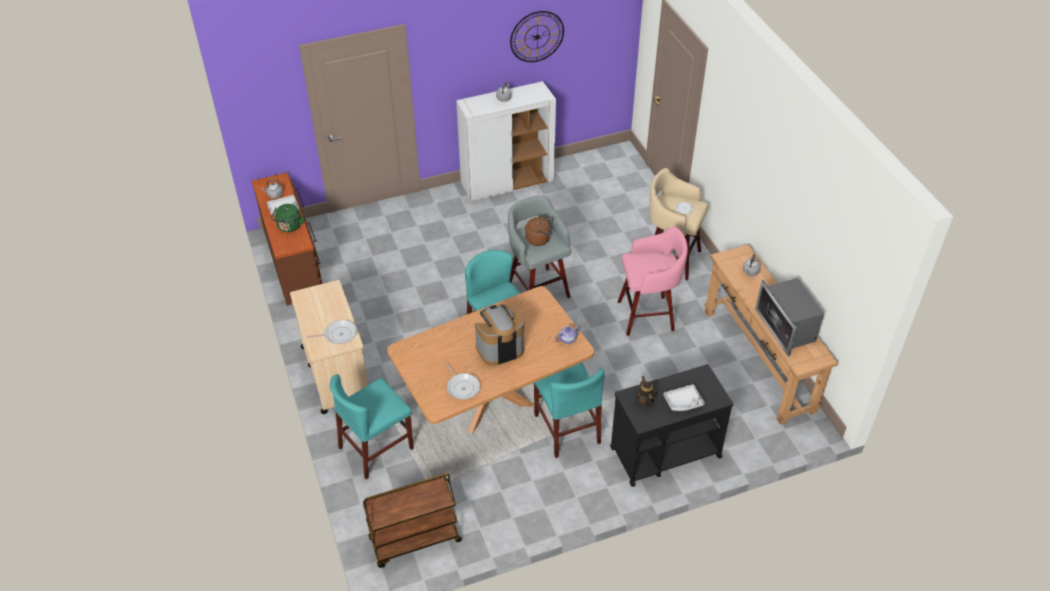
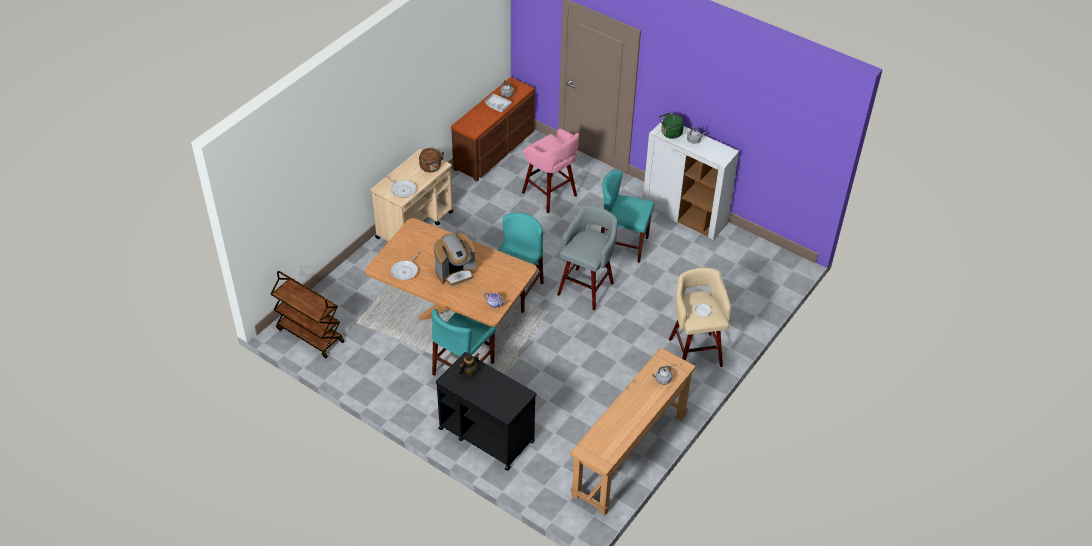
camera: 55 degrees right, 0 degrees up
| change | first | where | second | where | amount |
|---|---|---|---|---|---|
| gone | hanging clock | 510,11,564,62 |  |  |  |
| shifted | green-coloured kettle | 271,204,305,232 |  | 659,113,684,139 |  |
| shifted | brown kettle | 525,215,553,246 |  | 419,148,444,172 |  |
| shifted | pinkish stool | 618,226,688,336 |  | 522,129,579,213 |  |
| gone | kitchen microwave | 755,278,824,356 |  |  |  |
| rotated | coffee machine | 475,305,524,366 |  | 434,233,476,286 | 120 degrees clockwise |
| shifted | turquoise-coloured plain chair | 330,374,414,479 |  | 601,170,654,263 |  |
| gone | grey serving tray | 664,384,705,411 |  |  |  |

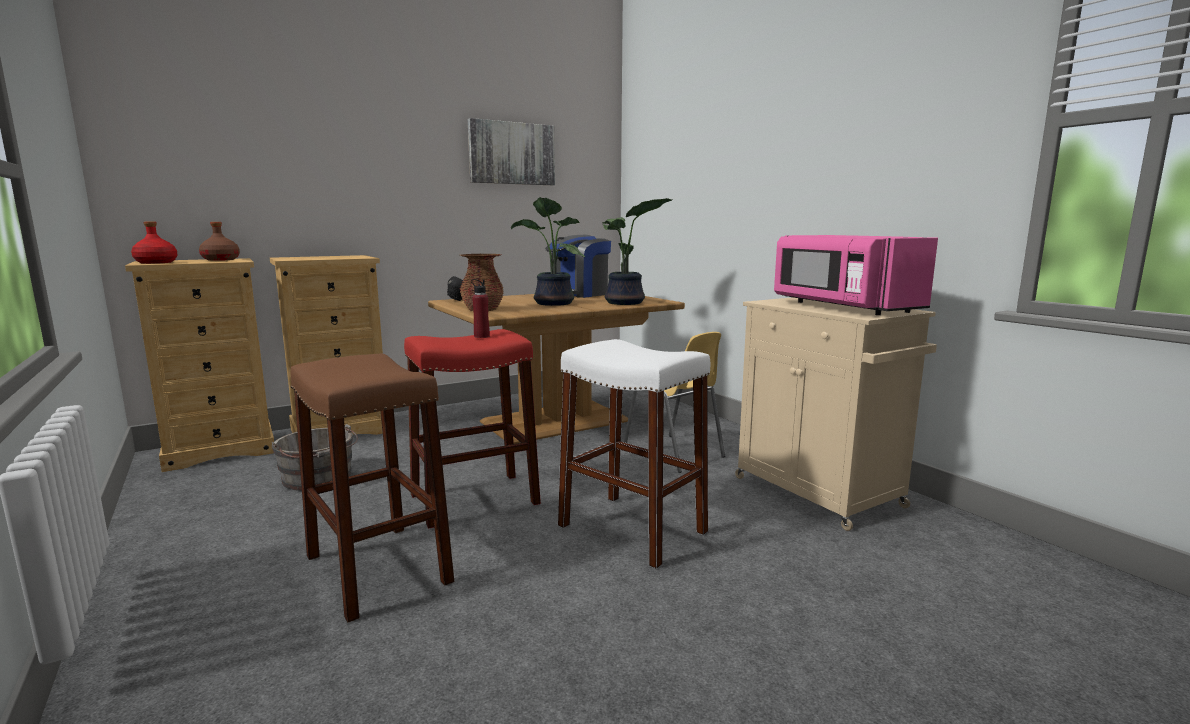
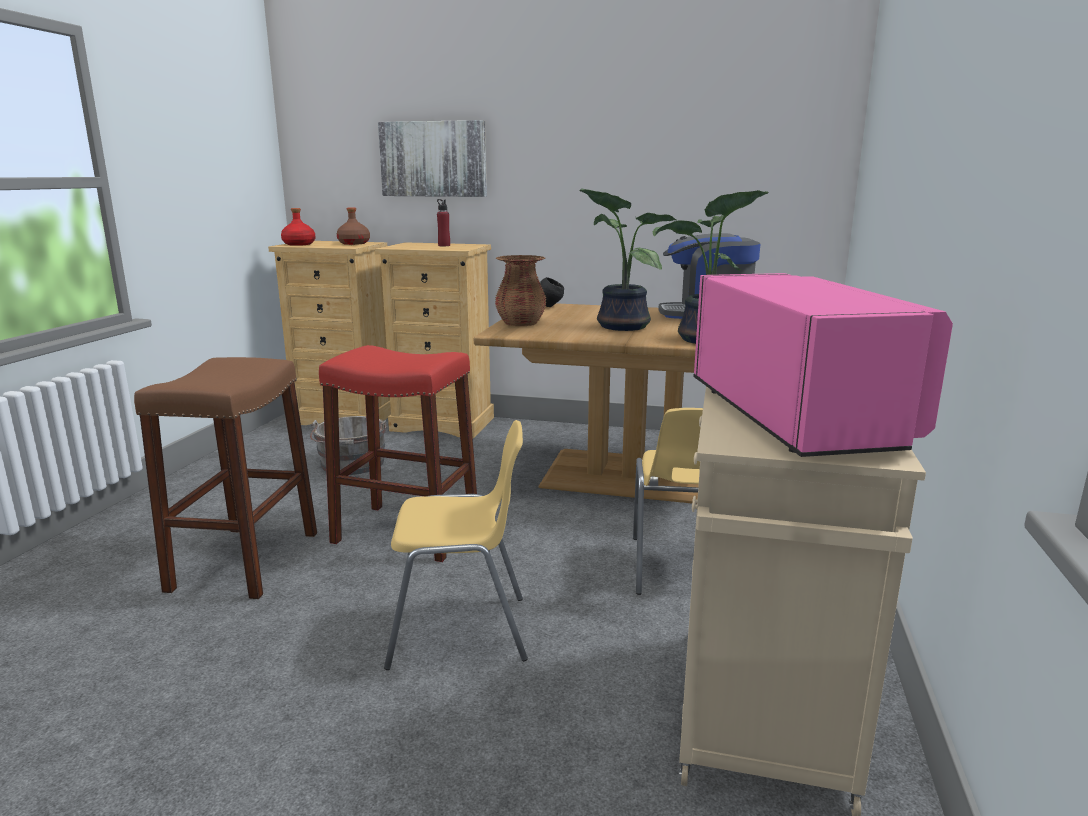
camera: 45 degrees right, 5 degrees up
| change | first | where | second | where | amount |
|---|---|---|---|---|---|
| shifted | wall picture | 468,118,555,185 |  | 378,120,487,197 |  |
| rotated | pinkish kitchen microwave | 774,235,938,315 |  | 693,273,953,457 | 150 degrees clockwise |
| shifted | red-coloured bottle | 471,279,490,338 |  | 437,199,450,246 |  |
| swapped | whitish stool | 558,339,710,569 | yellow plain chair | 384,420,528,670 |  |

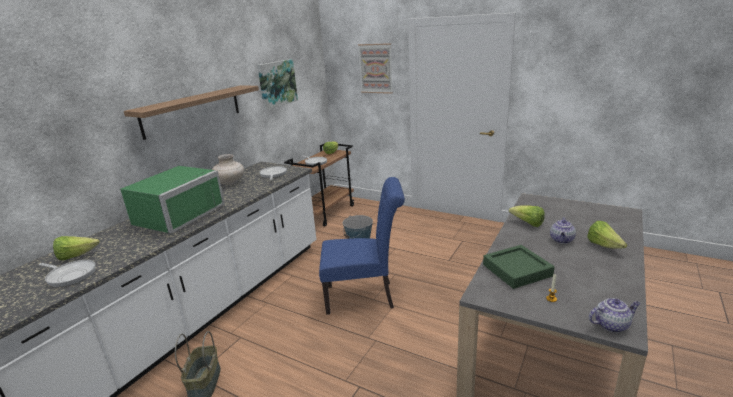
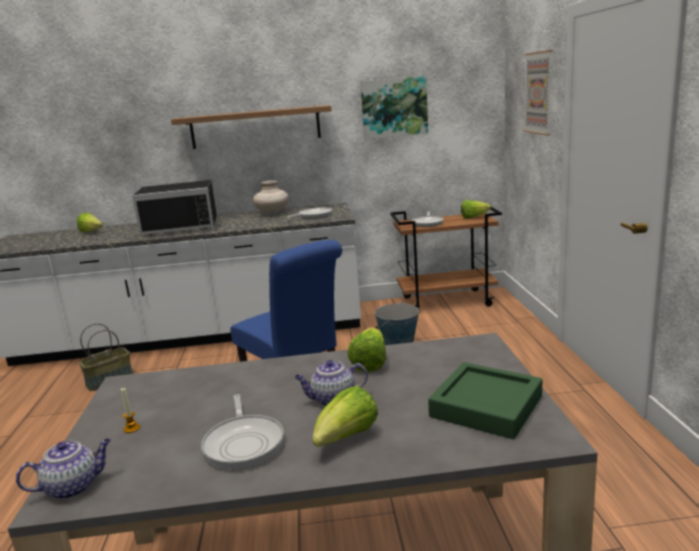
camera: 55 degrees right, 5 degrees down
| change | first | where | second | where | amount |
|---|---|---|---|---|---|
| repainted | green-coloured kitchen microwave | 120,166,225,234 | black-coloured kitchen microwave | 132,180,217,235 |  |
| shifted | green-coloured serving tray | 483,245,555,289 |  | 428,362,542,439 |  |
| shifted | skillet | 39,260,96,287 |  | 201,394,284,469 |  |
| rotated | tea pot | 589,298,640,333 |  | 16,439,111,499 | 75 degrees counterclockwise |

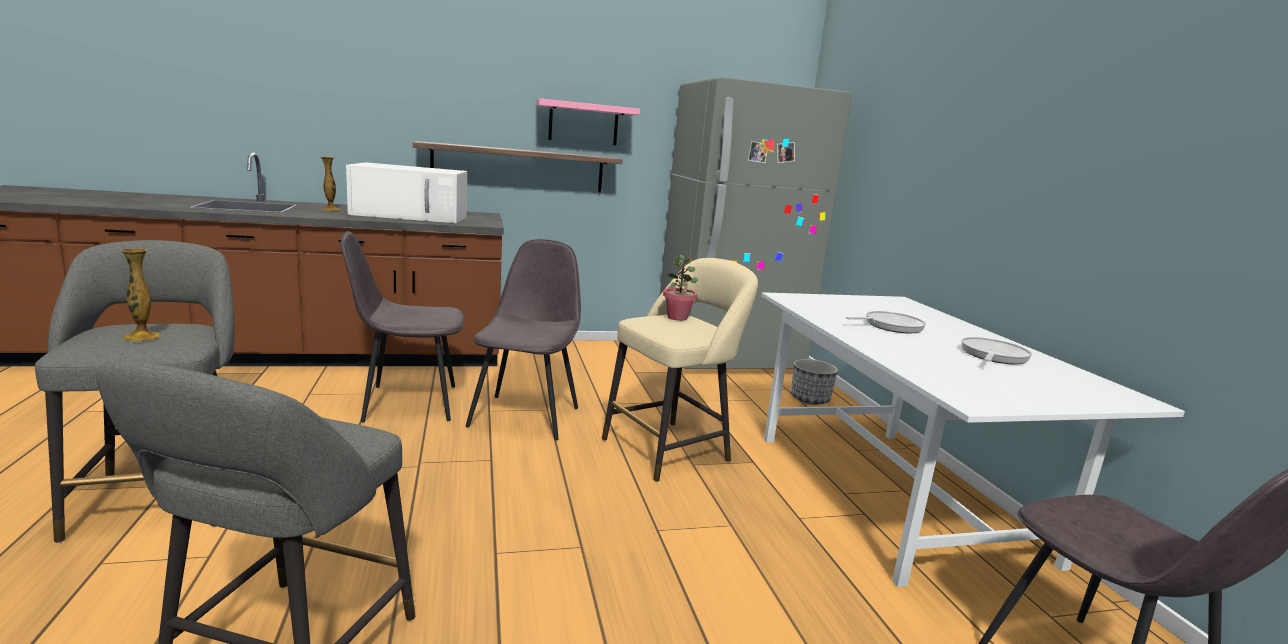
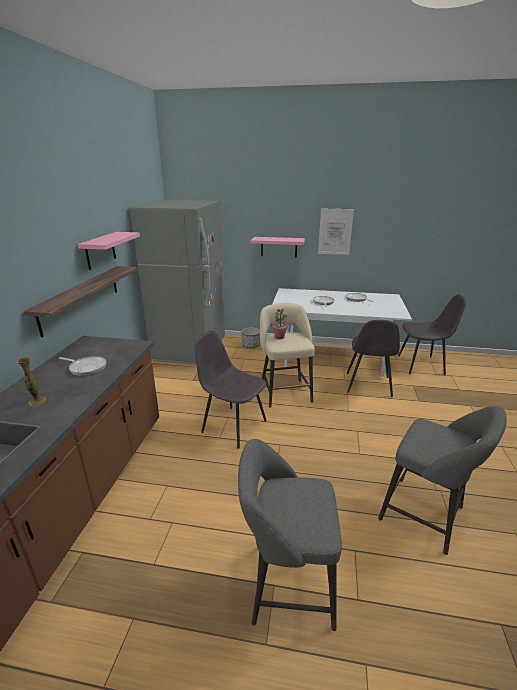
camera: 65 degrees left, 10 degrees up
| change | first | where | second | where | amount |
|---|---|---|---|---|---|
| swapped | whitish kitchen microwave | 346,162,467,223 | skillet | 59,356,106,376 |  |
| shifted | grey plain chair | 340,231,465,422 |  | 347,320,400,397 |  |
| gone | vase | 121,249,161,341 |  |  |  |
| new |  |  | wall picture | 318,209,354,255 |  |
| new |  |  | pinkish bracket shelf | 251,237,305,258 |  |

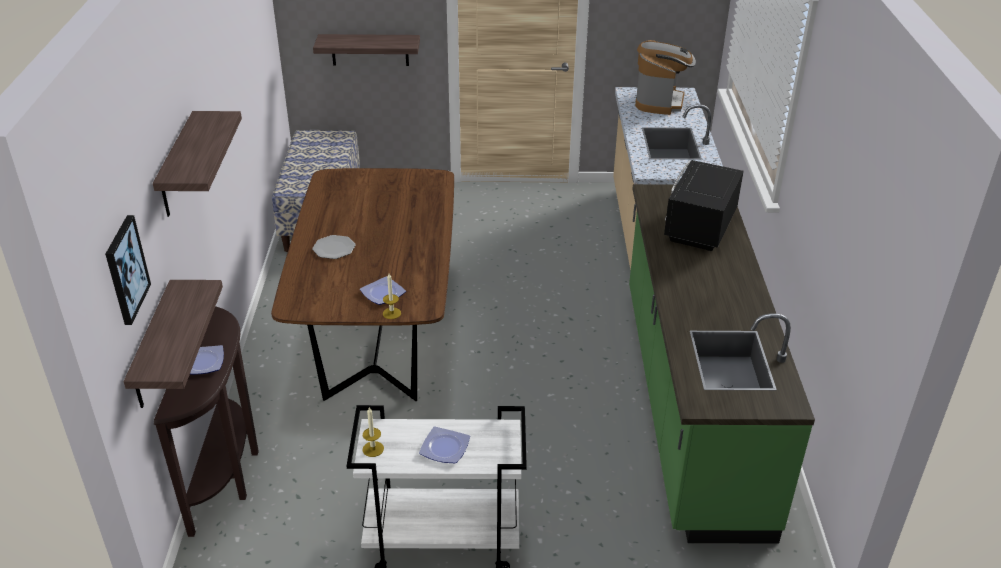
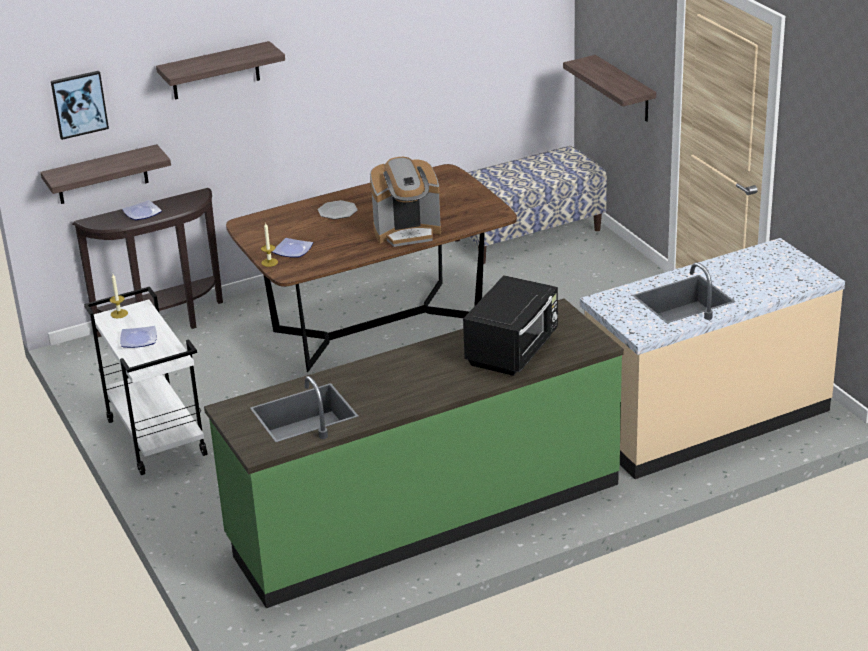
camera: 65 degrees right, 5 degrees down
| change | first | where | second | where | amount |
|---|---|---|---|---|---|
| shifted | coffee machine | 635,40,696,115 |  | 370,157,441,247 |  |
| rotated | black-coloured kitchen microwave | 664,160,744,251 |  | 463,275,558,376 | 120 degrees clockwise |

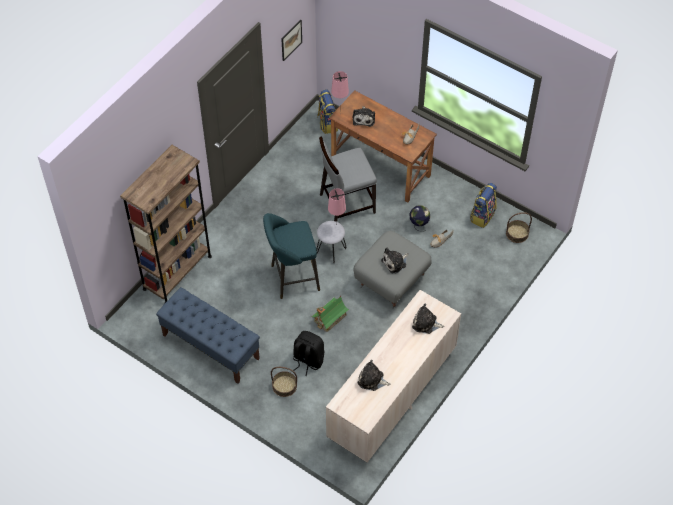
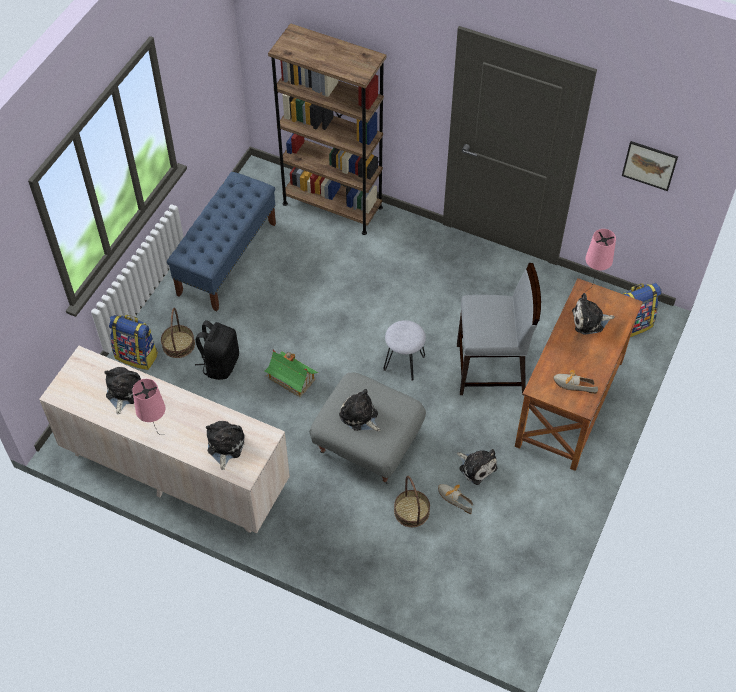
camera: 80 degrees right, 0 degrees up
| change | first | where | second | where | amount |
|---|---|---|---|---|---|
| rotated | grey plain chair | 319,136,377,222 |  | 457,263,541,395 | 120 degrees clockwise |
| shifted | knapsack | 470,183,497,228 |  | 109,315,158,370 |  |
| shifted | pinkish lamp for a table | 328,188,346,216 |  | 132,379,166,435 |  |
| swapped | desk globe | 410,205,430,232 | plush toy | 457,449,497,485 |  |
| shifted | household basket | 506,212,532,243 |  | 394,476,430,527 |  |
| gone | turquoise-coloured stool | 263,213,320,299 |  |  |  |

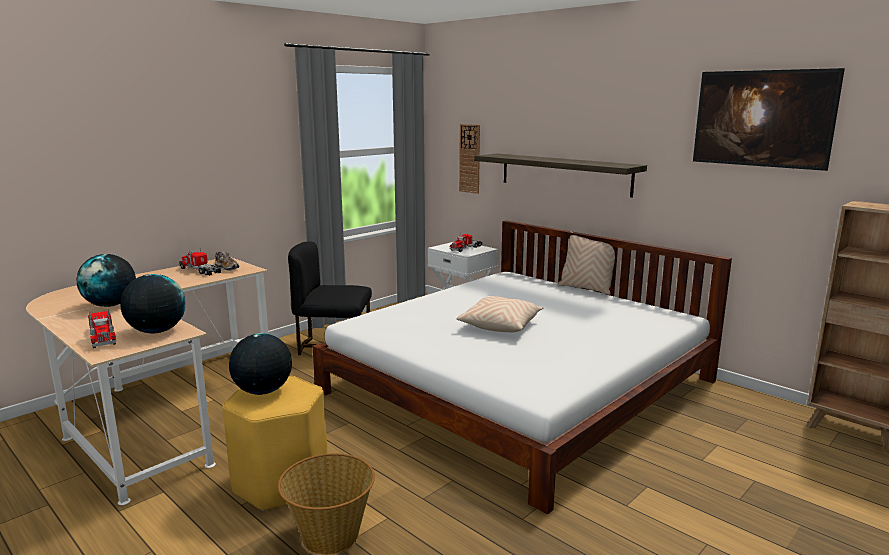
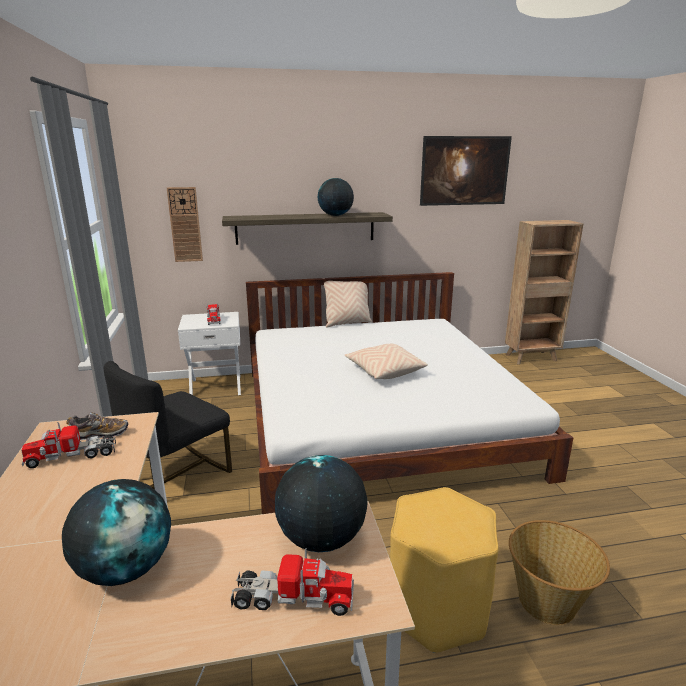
camera: 55 degrees left, 5 degrees up
| change | first | where | second | where | amount |
|---|---|---|---|---|---|
| shifted | desk globe | 229,333,292,395 |  | 318,178,354,216 |  |

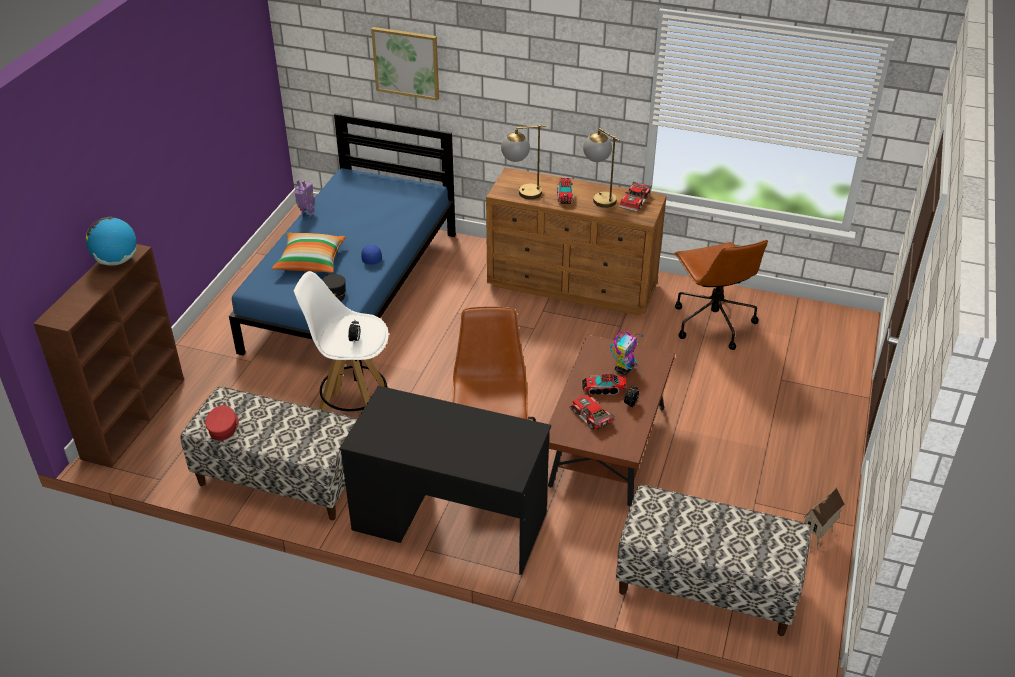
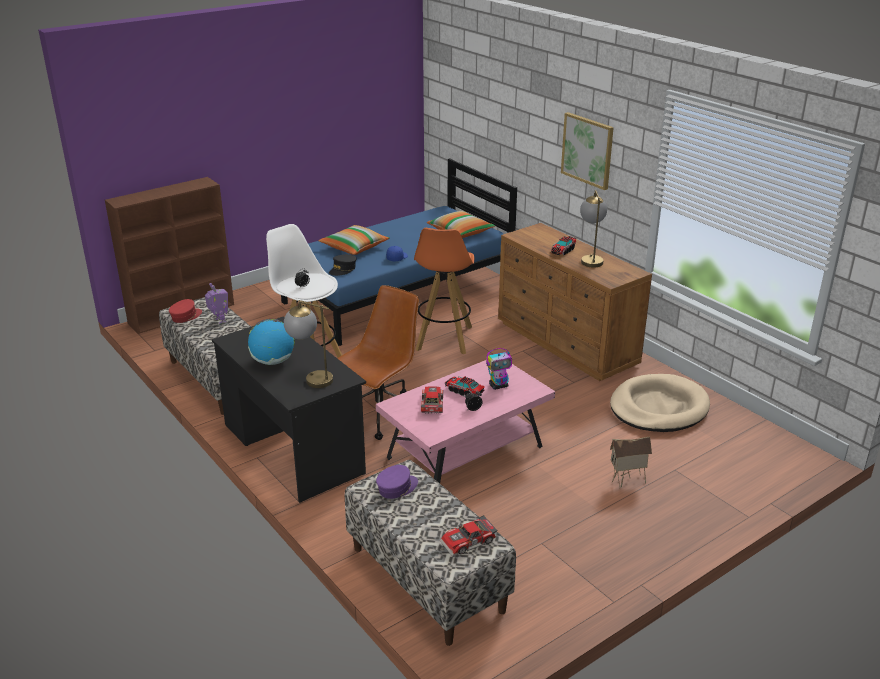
camera: 35 degrees right, 10 degrees down
| change | first | where | second | where | amount |
|---|---|---|---|---|---|
| shifted | wall picture | 371,27,439,101 |  | 561,112,614,190 |  |
| shifted | lamp for a table | 501,125,547,199 |  | 284,300,333,388 |  |
| shifted | model robot | 295,179,315,217 |  | 205,283,228,324 |  |
| shifted | miniature car | 619,181,651,212 |  | 439,515,498,557 |  |
| shifted | desk globe | 86,217,137,266 |  | 248,319,295,365 |  |
| swapped | brown office chair | 674,240,768,350 | beige-coloured dog bed | 610,374,710,432 |  |
| repainted | brown low table | 548,335,675,507 | pinkish low table | 376,360,555,483 |  |
| shifted | miniature house | 804,487,845,550 |  | 610,436,652,488 |  |
| new |  |  | pillow | 427,211,495,238 |  |
| new |  |  | orange-coloured stool | 414,228,474,354 |  |
| new |  |  | purple-coloured peaked cap | 376,465,418,499 |  |

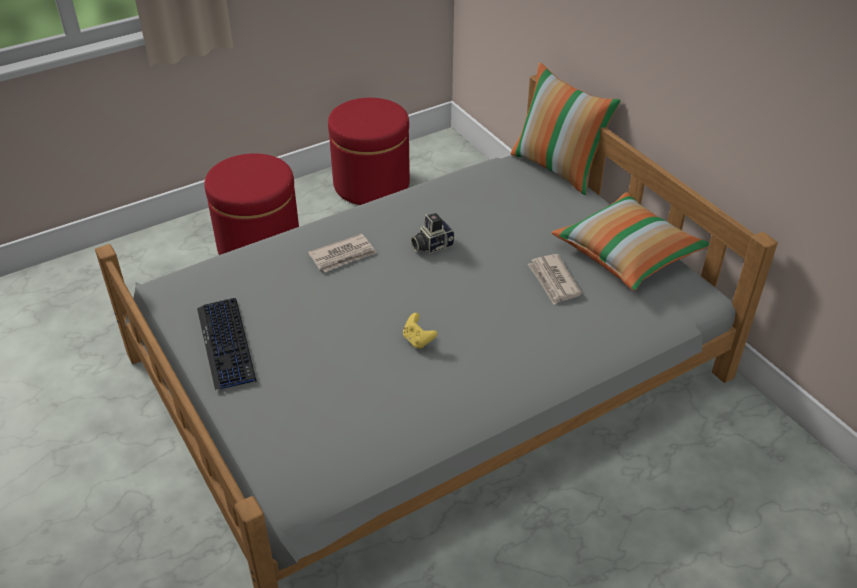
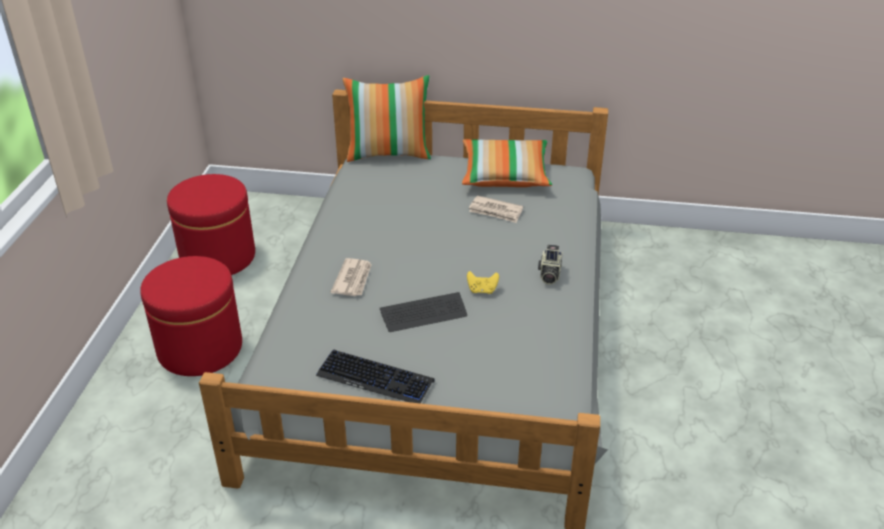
camera: 50 degrees left, 5 degrees down
| change | first | where | second | where | amount |
|---|---|---|---|---|---|
| shifted | photo camera | 411,213,455,254 |  | 538,245,563,285 |  |
| new |  |  | PC keyboard | 380,292,467,332 |  |

